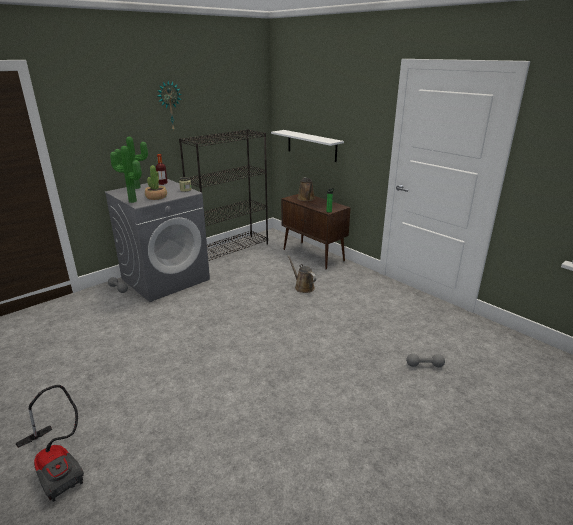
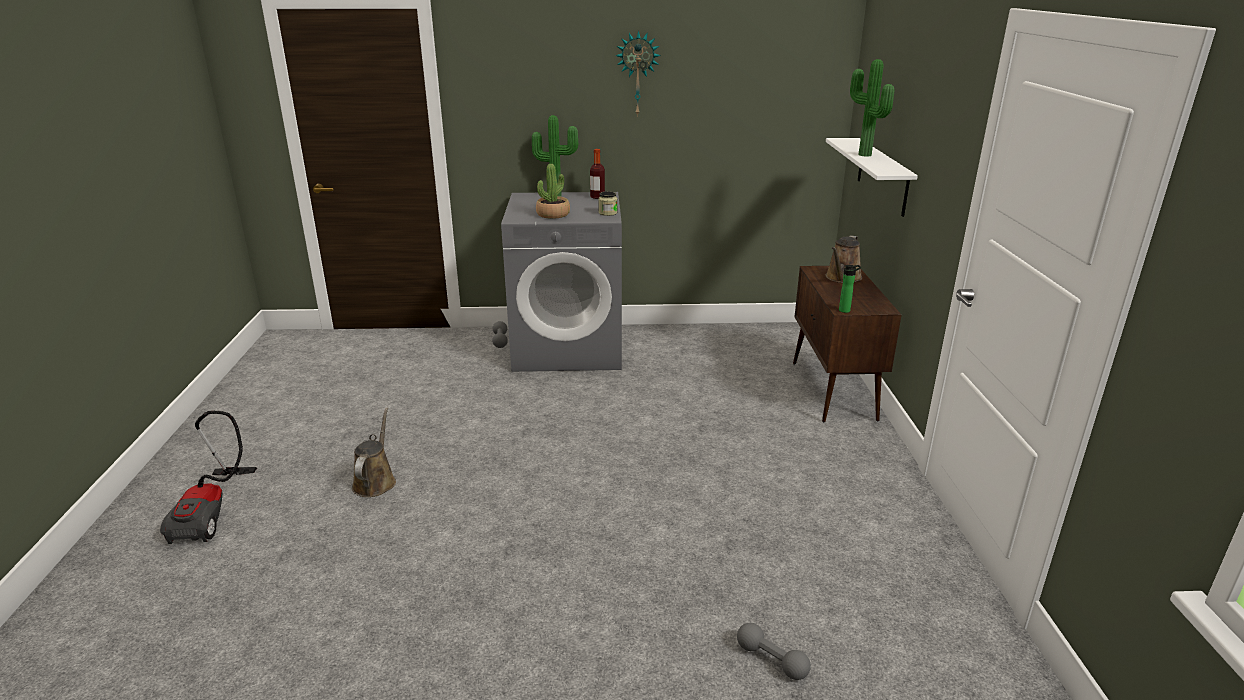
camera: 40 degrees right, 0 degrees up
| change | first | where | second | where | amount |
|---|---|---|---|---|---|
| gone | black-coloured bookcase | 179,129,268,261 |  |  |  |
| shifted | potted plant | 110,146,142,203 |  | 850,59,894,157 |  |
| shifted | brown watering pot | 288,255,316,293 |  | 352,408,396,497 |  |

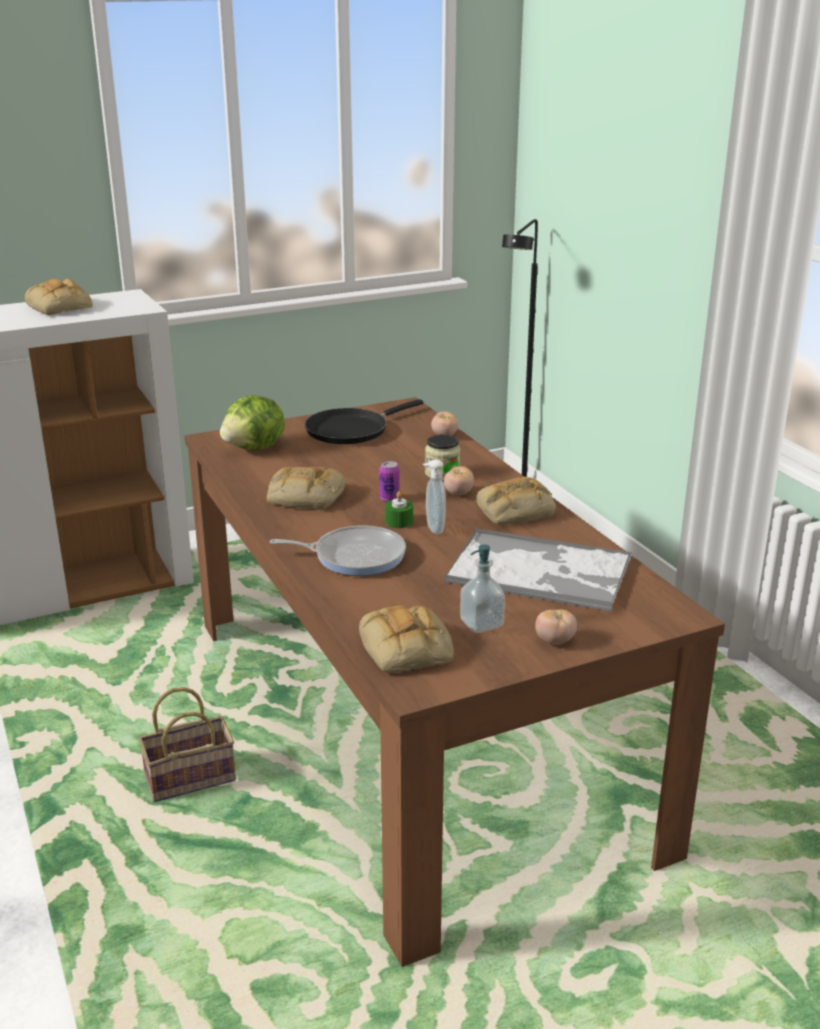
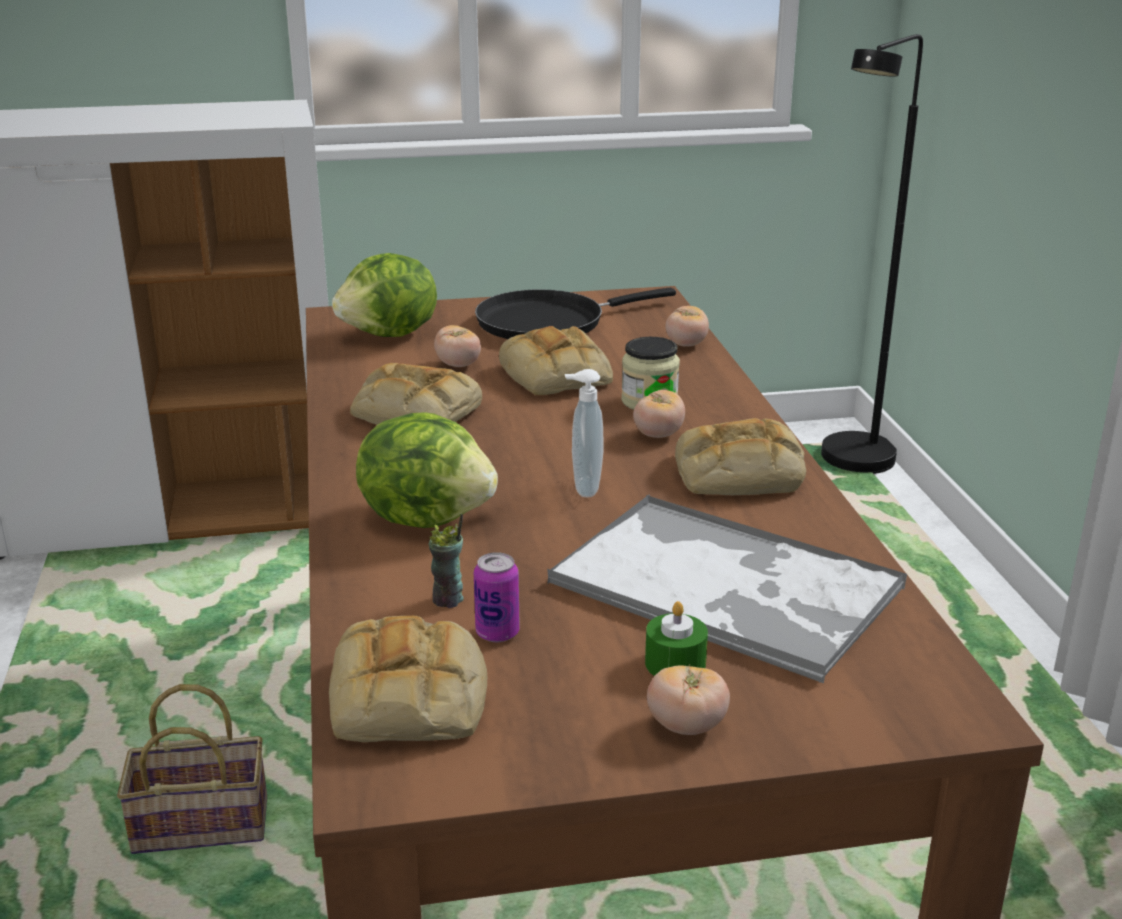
camera: 15 degrees right, 0 degrees up
| change | first | where | second | where | amount |
|---|---|---|---|---|---|
| shifted | baked bread | 25,278,93,315 |  | 499,326,613,395 |  |
| shifted | sealed can | 379,461,400,502 |  | 474,552,520,642 |  |
| shifted | green-coloured wax candle | 385,491,413,528 |  | 645,601,708,676 |  |
| swapped | skillet | 270,525,406,576 | lettuce | 356,412,498,528 |  |
| gone | soap dispenser | 460,544,505,633 |  |  |  |
| new |  |  | fresh tomato | 434,325,481,367 |  |
| new |  |  | small cup | 429,514,464,608 |  |

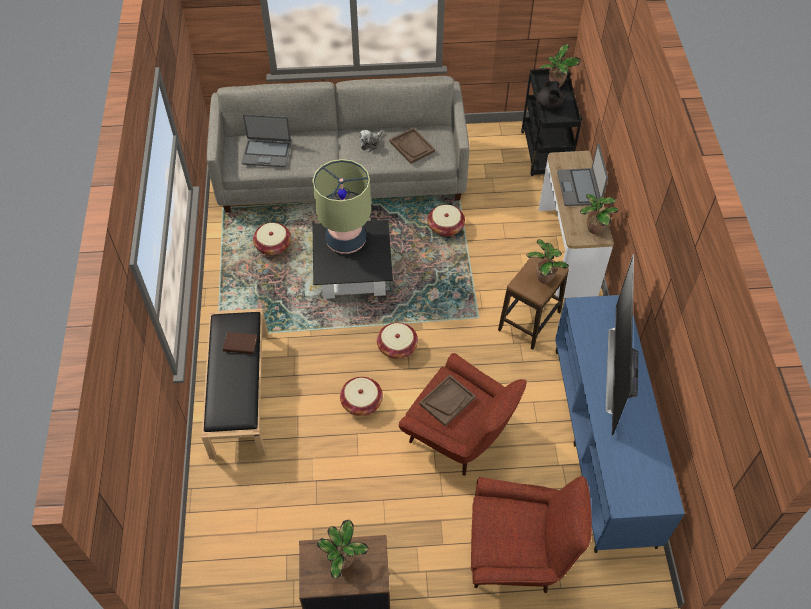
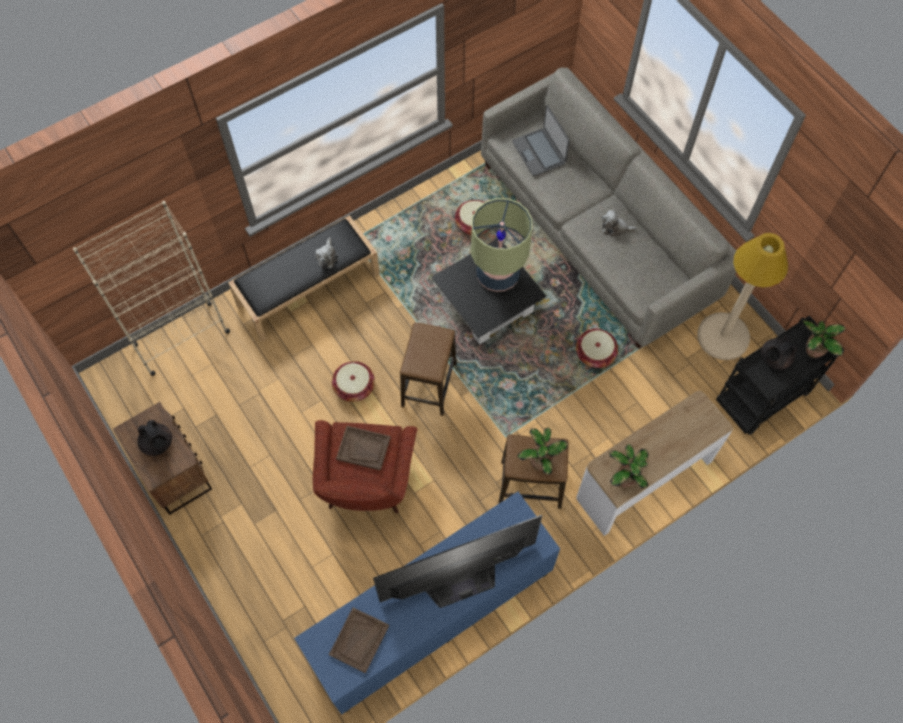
camera: 60 degrees right, 10 degrees up
| change | first | where | second | where | amount |
|---|---|---|---|---|---|
| shifted | brown serving tray | 390,128,435,164 |  | 329,607,389,673 |  |
| gone | laptop | 557,143,608,206 |  |  |  |
| swapped | household basket | 377,322,418,359 | stool | 400,322,457,416 |  |
| swapped | brown volume | 223,332,257,354 | plush toy | 315,237,338,268 |  |
| gone | red-coloured lounge chair | 471,476,592,593 |  |  |  |
| swapped | potted plant | 317,520,369,579 | black-coloured tea pot | 137,420,172,456 |  |
| new |  |  | beige-coloured bookcase | 73,201,230,376 |  |
| new |  |  | beige-coloured standing lamp | 697,233,788,360 |  |

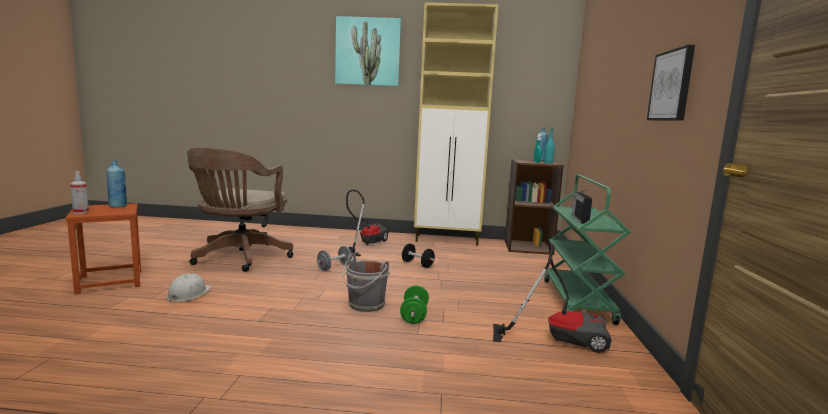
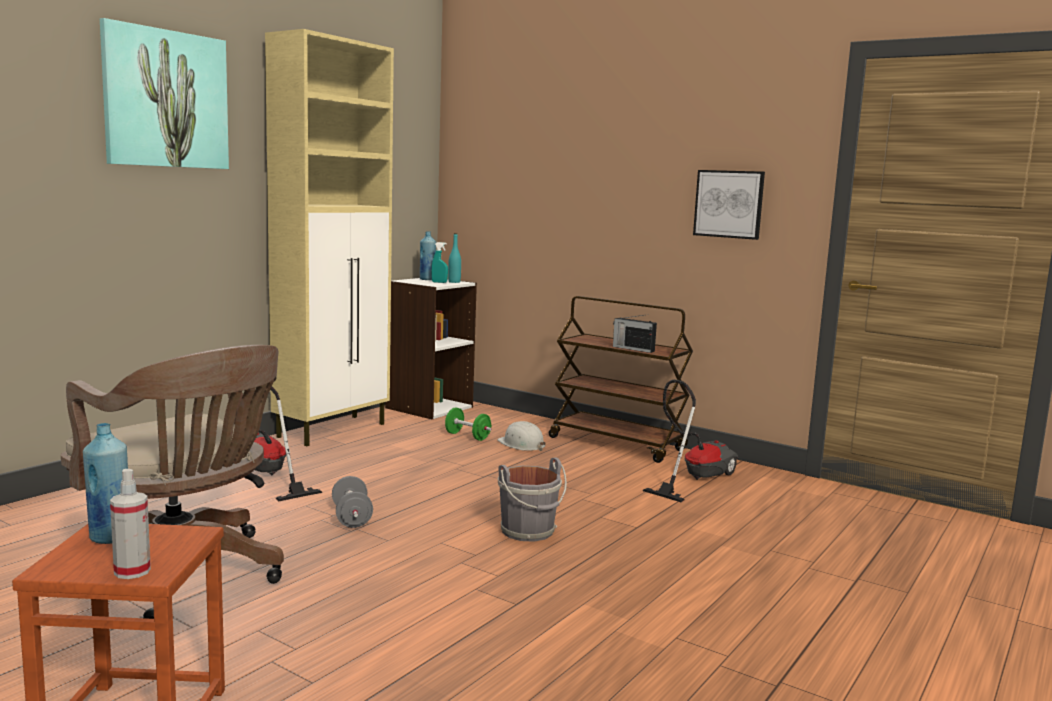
camera: 60 degrees left, 0 degrees up
| change | first | where | second | where | amount |
|---|---|---|---|---|---|
| repainted | brown bookcase | 504,159,564,255 | whitish bookcase | 385,278,477,420 |  |
| repainted | green-coloured trolley | 544,174,631,325 | brown trolley | 549,296,693,463 |  |
| gone | black-coloured dumbbell | 402,244,435,268 |  |  |  |
| shifted | whitish work helmet | 167,273,211,303 |  | 497,421,546,451 |  |
| shifted | green-coloured dumbbell | 400,285,429,324 |  | 445,407,491,441 |  |

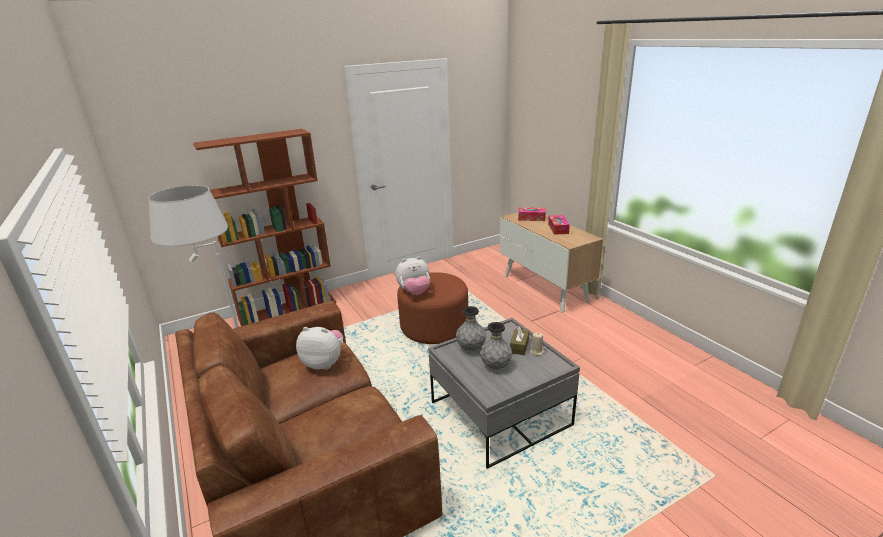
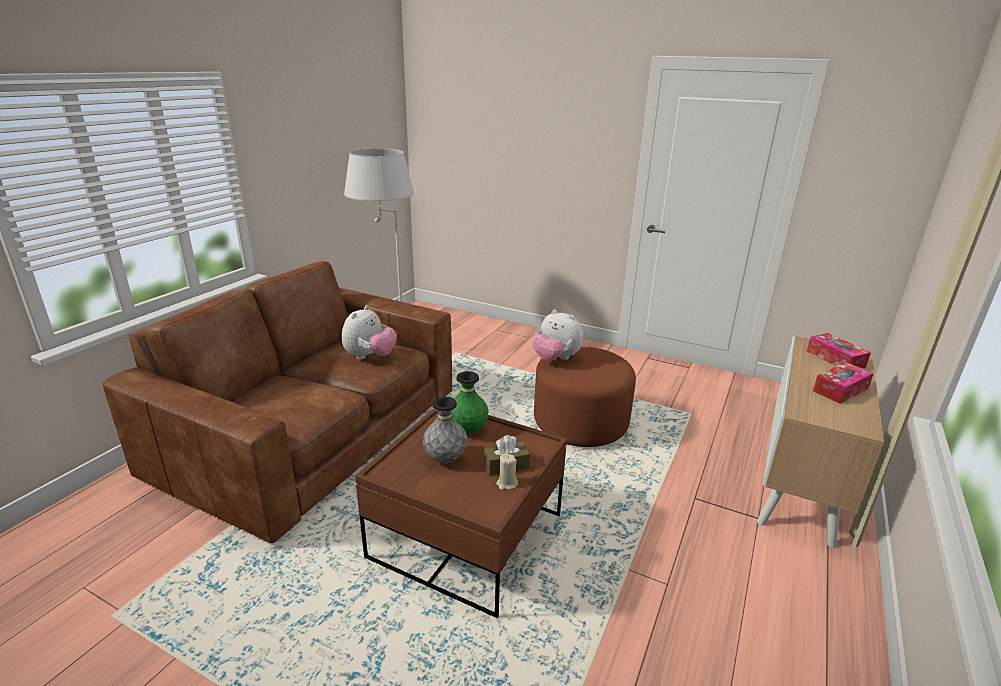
camera: 55 degrees right, 0 degrees up
| change | first | where | second | where | amount |
|---|---|---|---|---|---|
| gone | brown bookcase | 193,129,336,326 |  |  |  |
| repainted | grey vase | 456,306,486,351 | green-coloured vase | 451,371,489,434 |  |
| repainted | grey low table | 428,318,580,469 | brown low table | 355,408,567,618 |  |
| rotated | plush toy | 296,327,343,370 |  | 342,306,397,360 | 45 degrees clockwise |

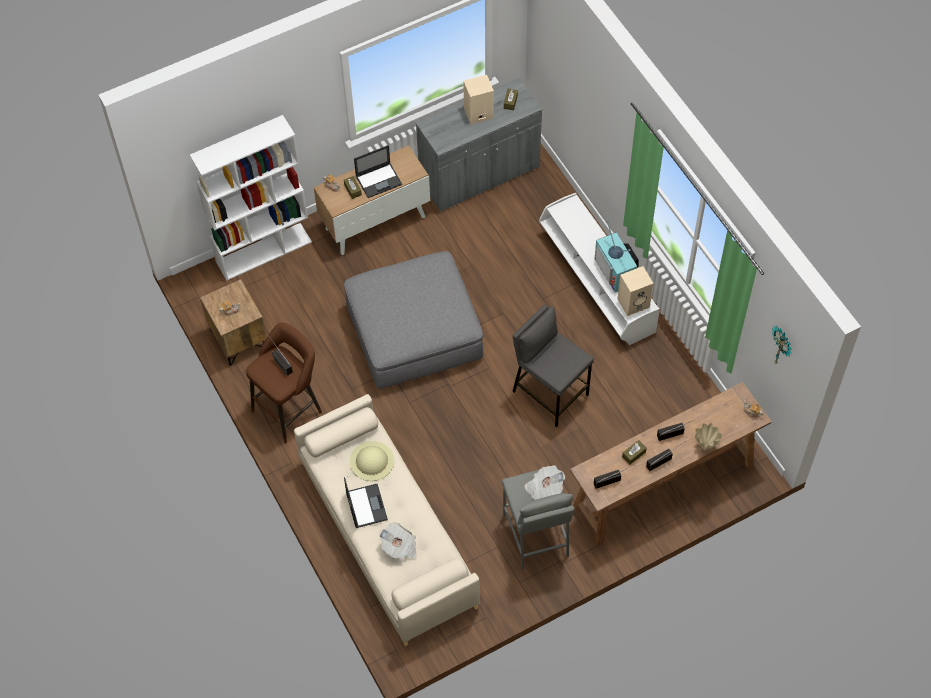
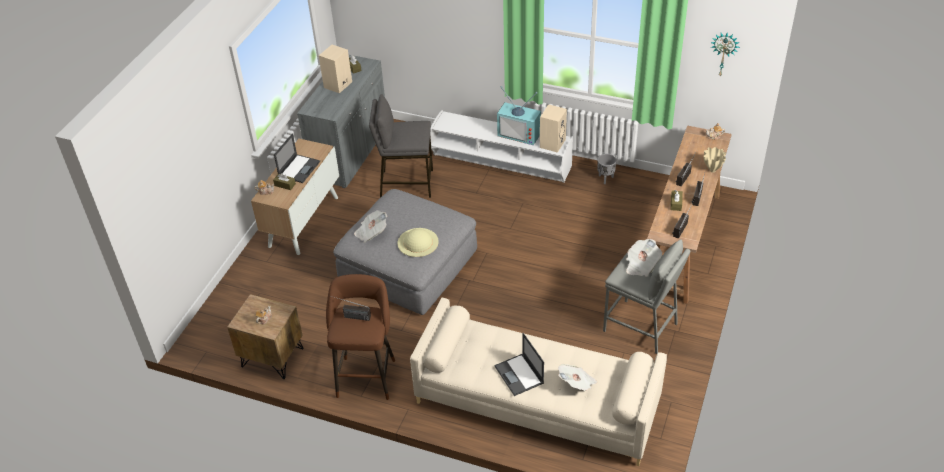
camera: 40 degrees left, 15 degrees down
| change | first | where | second | where | amount |
|---|---|---|---|---|---|
| gone | whitish bookcase | 190,115,312,280 |  |  |  |
| shifted | grey stool | 512,305,594,427 |  | 369,94,433,198 |  |
| shifted | beige-coloured hat | 350,441,394,481 |  | 398,228,439,257 |  |
| rotated | laptop | 344,477,388,528 |  | 494,333,544,396 | 150 degrees counterclockwise |
| new |  |  | grey flower pot | 598,154,617,184 |  |
| new |  |  | newspaper | 354,210,387,243 |  |

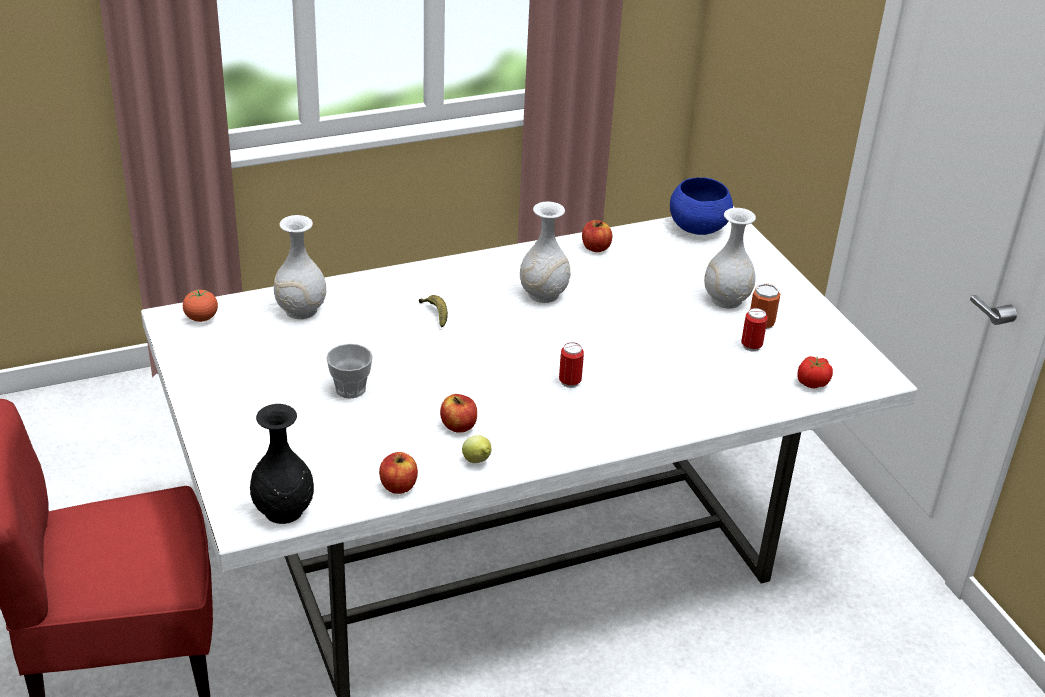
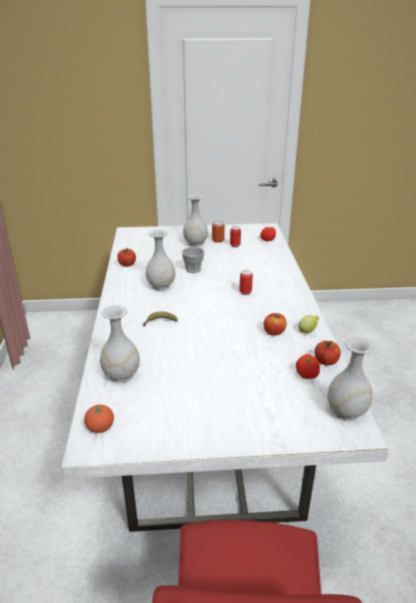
camera: 70 degrees left, 5 degrees down
| change | first | where | second | where | amount |
|---|---|---|---|---|---|
| gone | blue serving bowl | 670,177,733,235 |  |  |  |
| shifted | small cup | 326,344,373,398 |  | 182,247,204,273 |  |
| repainted | black-coloured vase | 250,404,314,524 | whitish vase | 327,337,374,421 |  |
| new |  |  | fresh tomato | 296,354,320,379 |  |

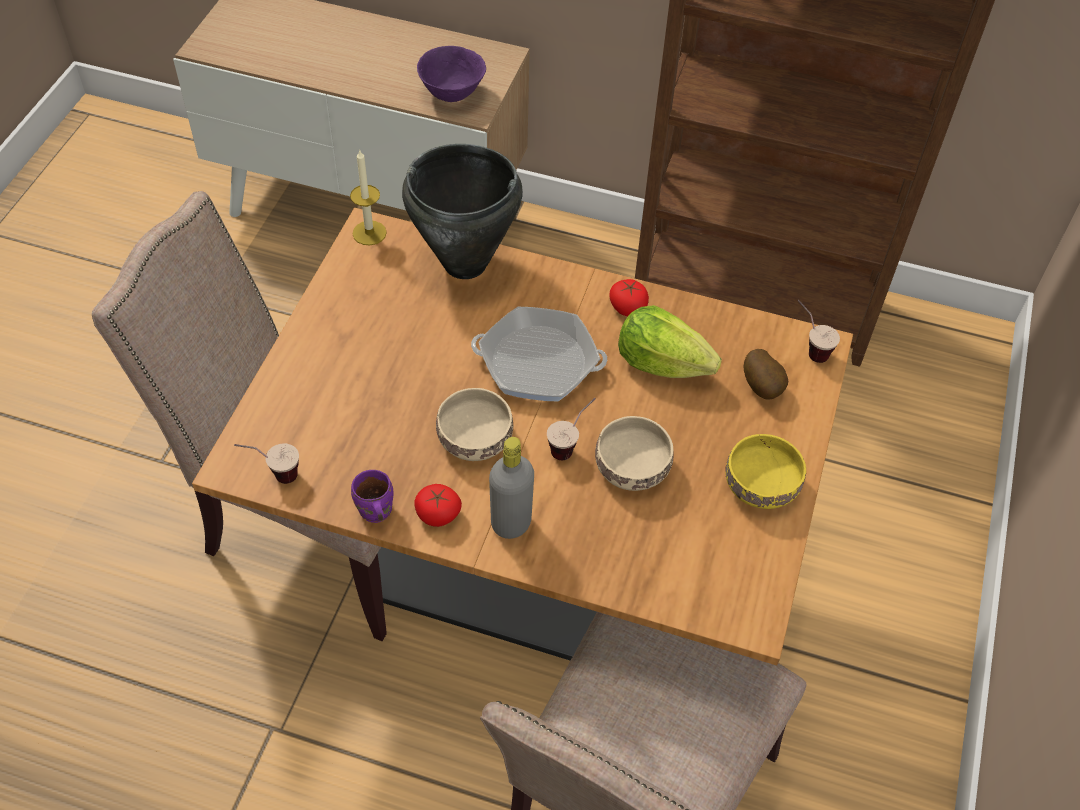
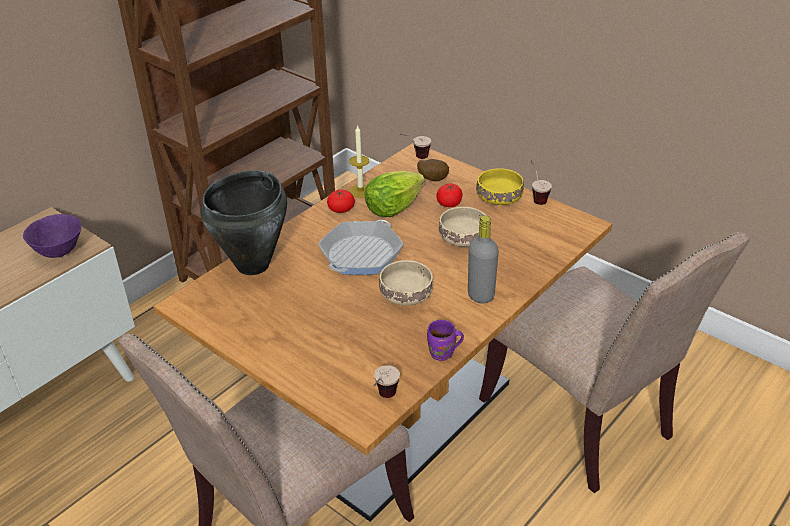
camera: 65 degrees left, 15 degrees down
| change | first | where | second | where | amount |
|---|---|---|---|---|---|
| shifted | wax candle | 350,150,387,245 |  | 349,125,369,198 |  |
| shifted | small cup | 547,398,596,460 |  | 531,161,552,205 |  |
| shifted | fresh tomato | 414,484,462,527 |  | 436,183,463,207 |  |

